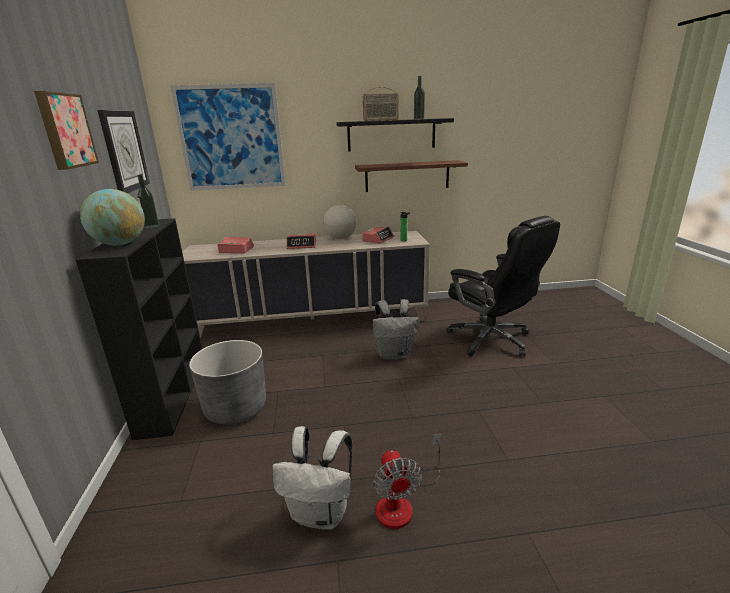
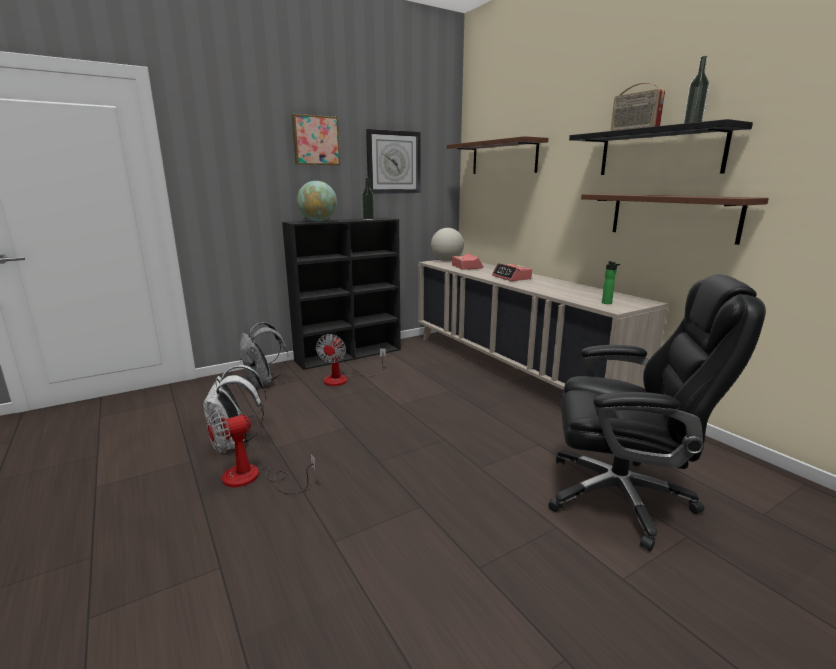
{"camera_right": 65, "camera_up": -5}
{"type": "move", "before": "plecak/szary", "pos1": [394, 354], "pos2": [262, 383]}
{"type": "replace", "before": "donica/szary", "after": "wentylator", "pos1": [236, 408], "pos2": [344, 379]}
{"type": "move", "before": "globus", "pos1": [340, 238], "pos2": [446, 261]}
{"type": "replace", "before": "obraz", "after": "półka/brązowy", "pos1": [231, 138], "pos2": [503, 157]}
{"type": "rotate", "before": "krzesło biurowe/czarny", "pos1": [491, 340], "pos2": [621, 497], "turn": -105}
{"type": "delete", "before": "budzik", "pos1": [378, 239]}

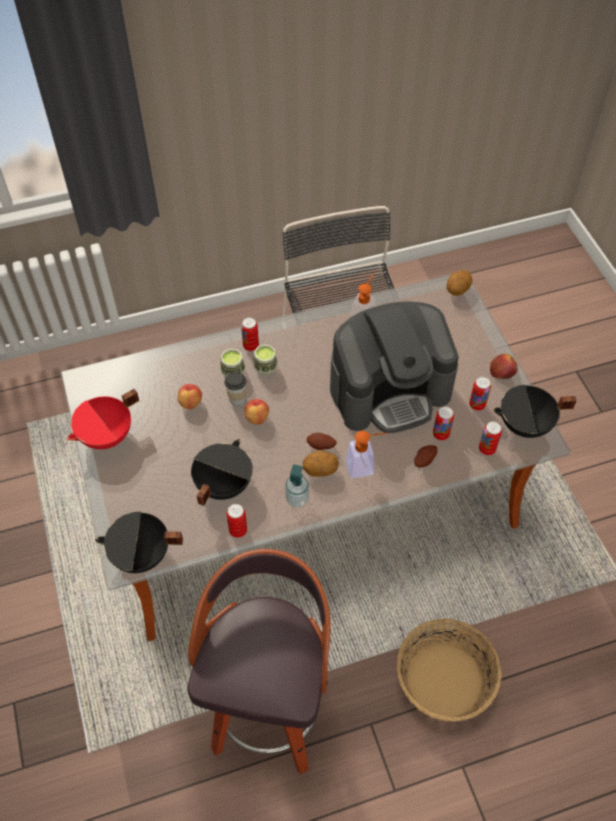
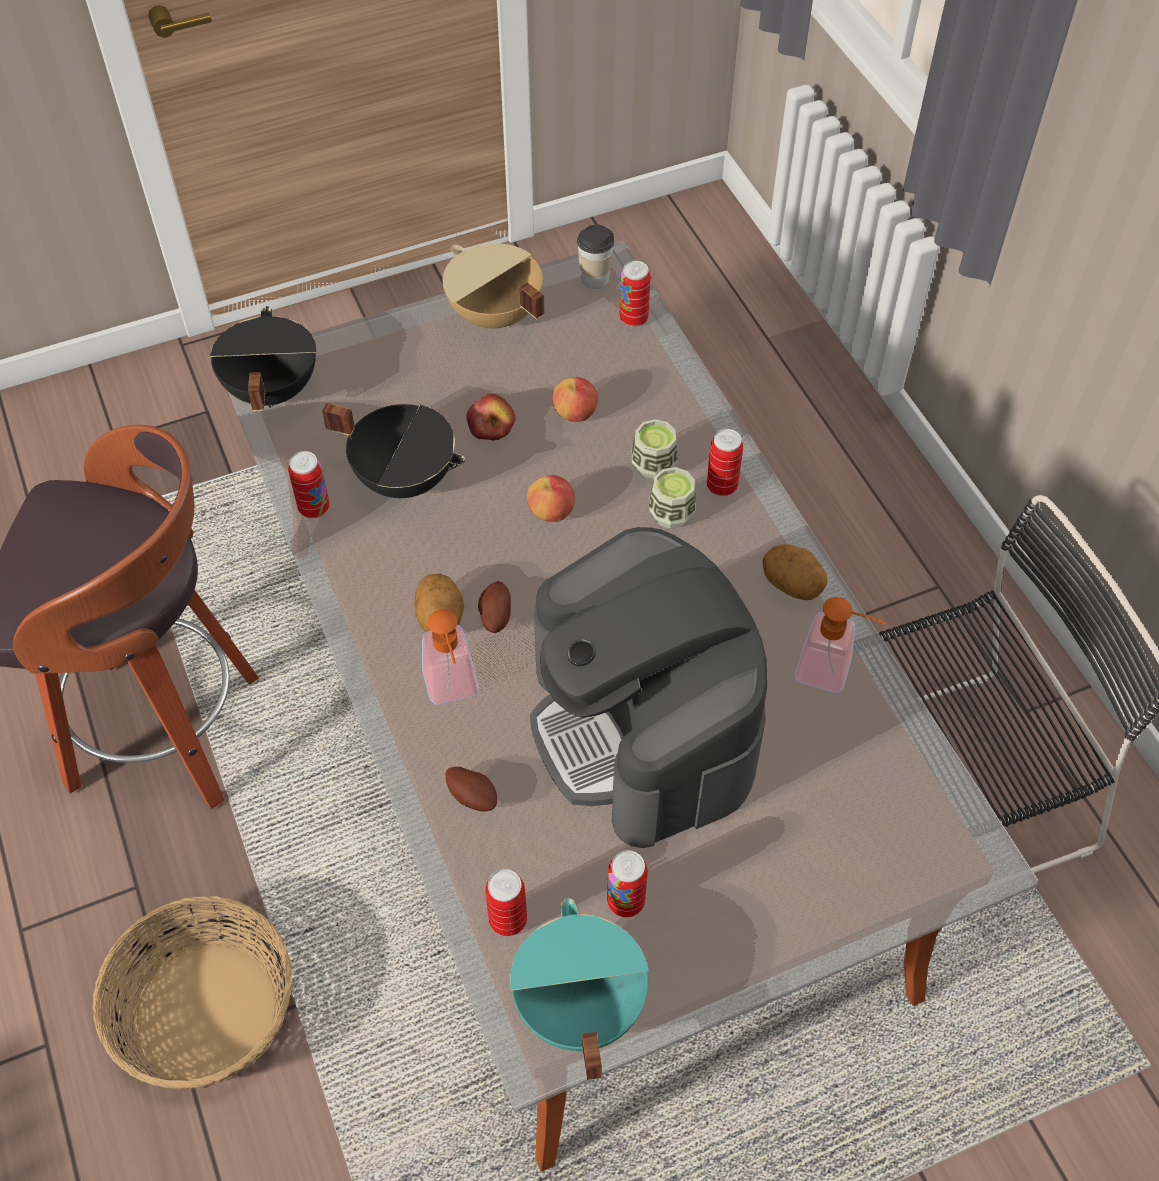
{"camera_right": 85, "camera_up": 0}
{"type": "recolor", "before": "garnek/czerwony", "after": "garnek/beżowy", "pos1": [107, 437], "pos2": [494, 316]}
{"type": "move", "before": "jabłko", "pos1": [502, 370], "pos2": [491, 426]}
{"type": "recolor", "before": "garnek/czarny", "after": "garnek/turkusowy", "pos1": [525, 426], "pos2": [577, 1005]}
{"type": "move", "before": "filiżanka", "pos1": [237, 399], "pos2": [595, 279]}
{"type": "move", "before": "puszka", "pos1": [441, 434], "pos2": [633, 318]}
{"type": "move", "before": "ziemniak", "pos1": [457, 290], "pos2": [792, 585]}
{"type": "delete", "before": "dozownik mydła", "pos1": [297, 499]}

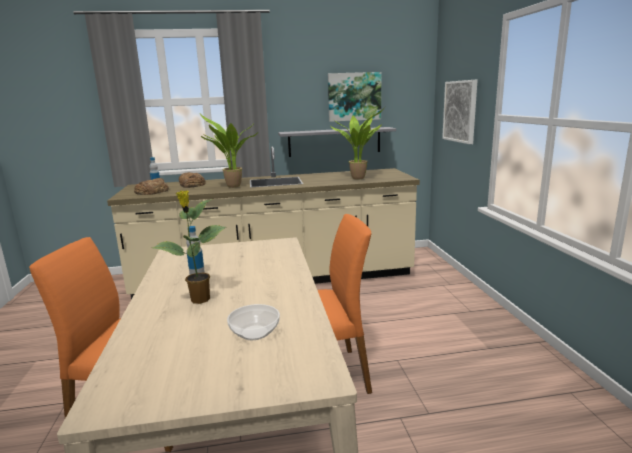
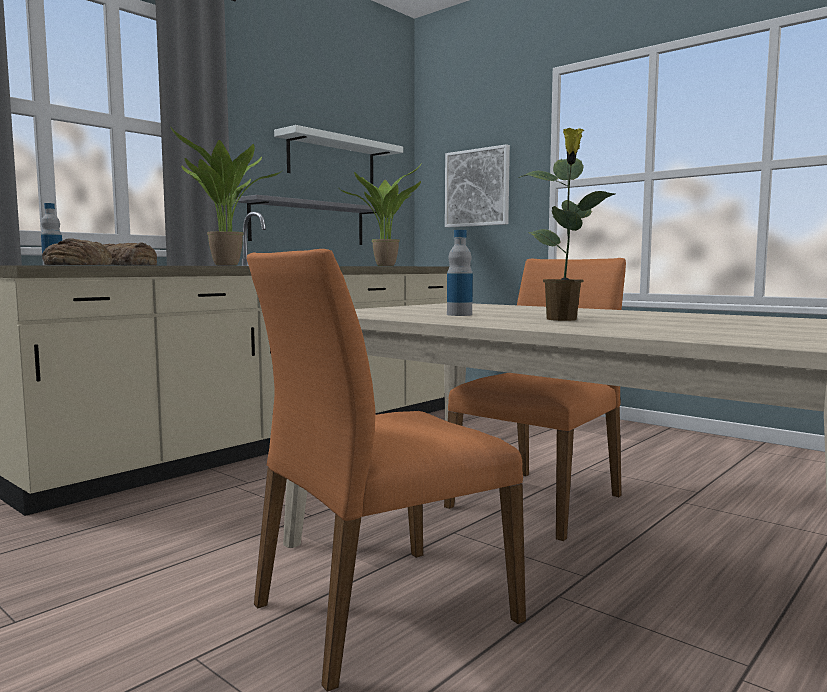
{"camera_right": -40, "camera_up": -10}
{"type": "replace", "before": "obraz", "after": "półka/biały", "pos1": [354, 96], "pos2": [332, 159]}
{"type": "delete", "before": "miska", "pos1": [255, 332]}

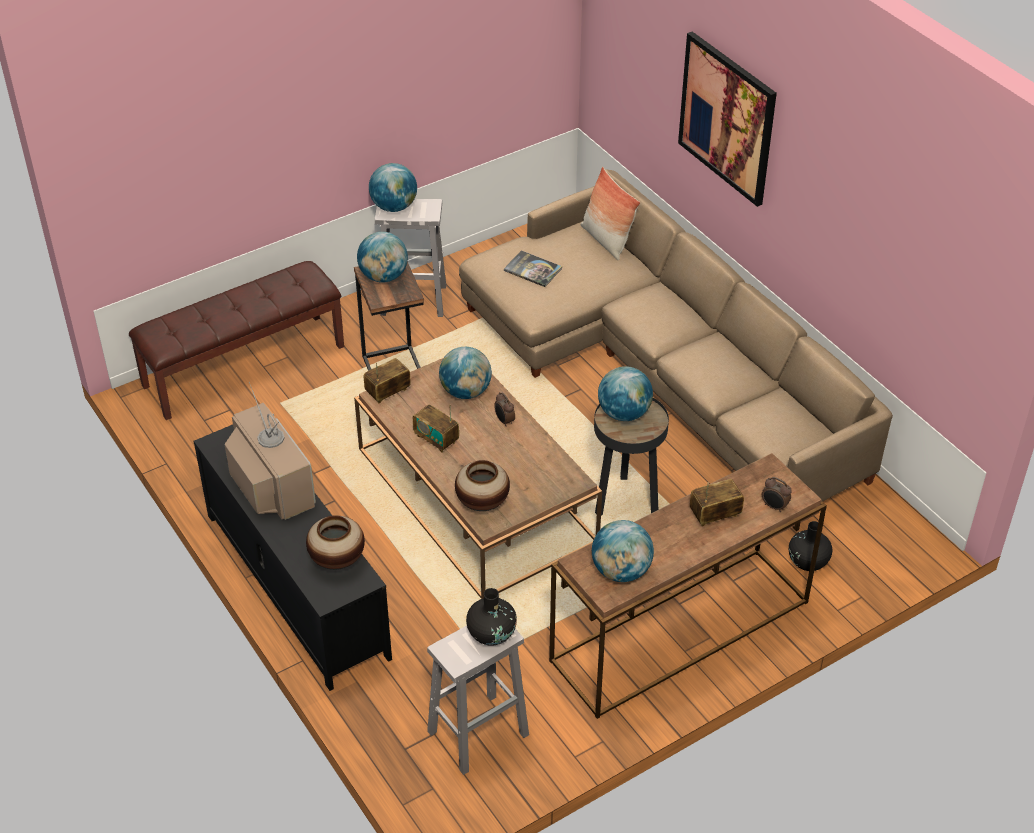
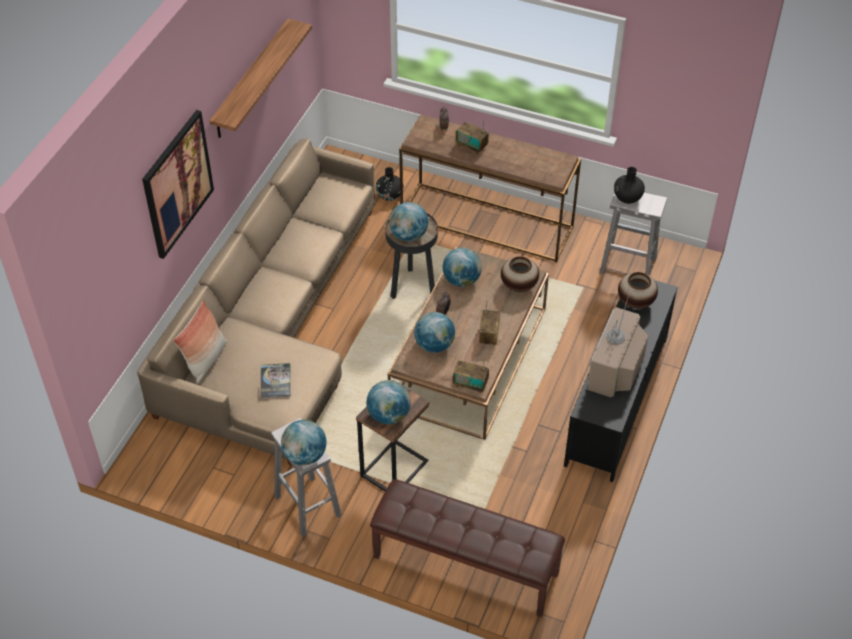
{"camera_right": -125, "camera_up": 5}
{"type": "insert", "after": "półka", "pos2": [251, 80]}
{"type": "move", "before": "globus", "pos1": [621, 571], "pos2": [461, 280]}

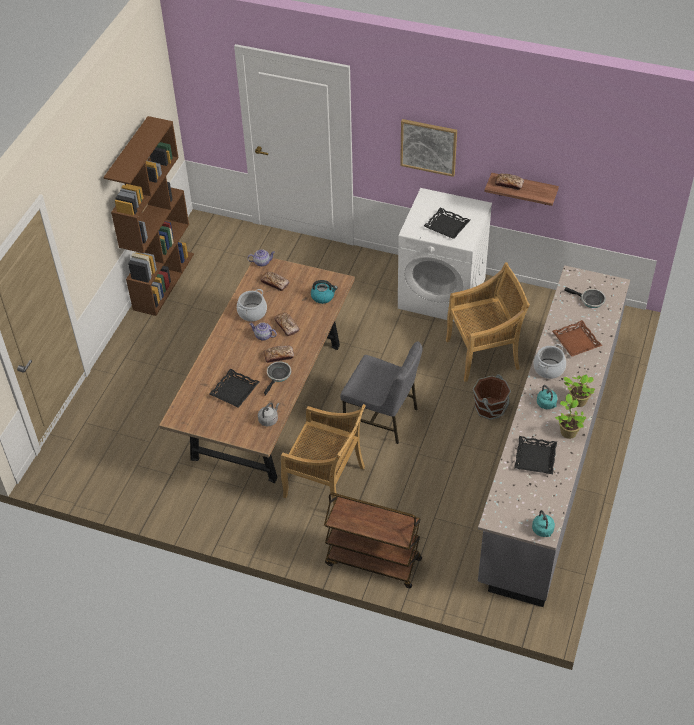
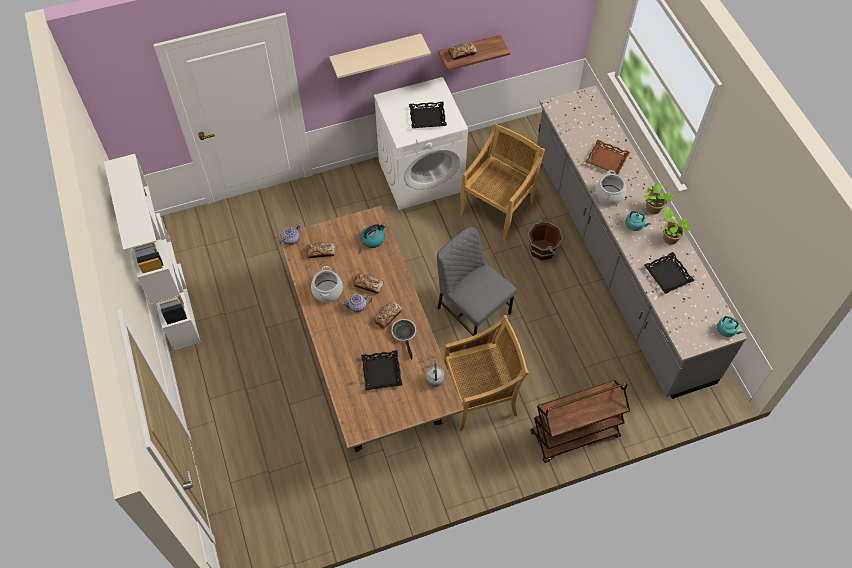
{"camera_right": -40, "camera_up": 10}
{"type": "recolor", "before": "regał/brązowy", "after": "regał/biały", "pos1": [163, 281], "pos2": [176, 305]}
{"type": "replace", "before": "obraz", "after": "półka/beżowy", "pos1": [428, 147], "pos2": [376, 54]}
{"type": "rotate", "before": "krzesło/szary", "pos1": [382, 417], "pos2": [472, 311], "turn": -120}
{"type": "delete", "before": "patelnia", "pos1": [590, 300]}

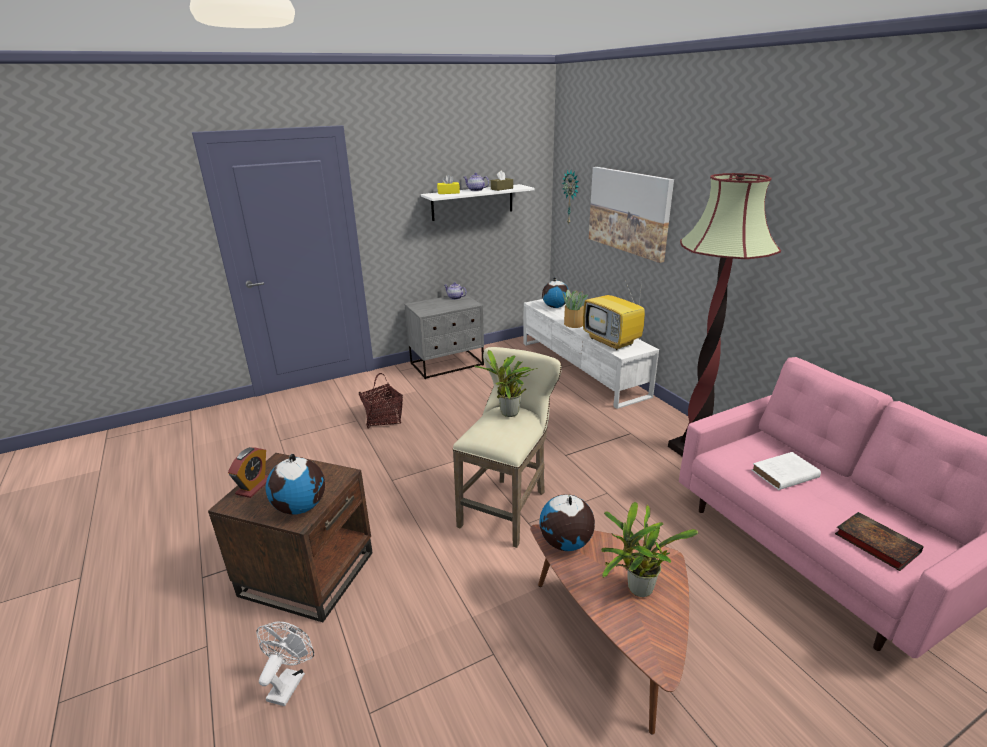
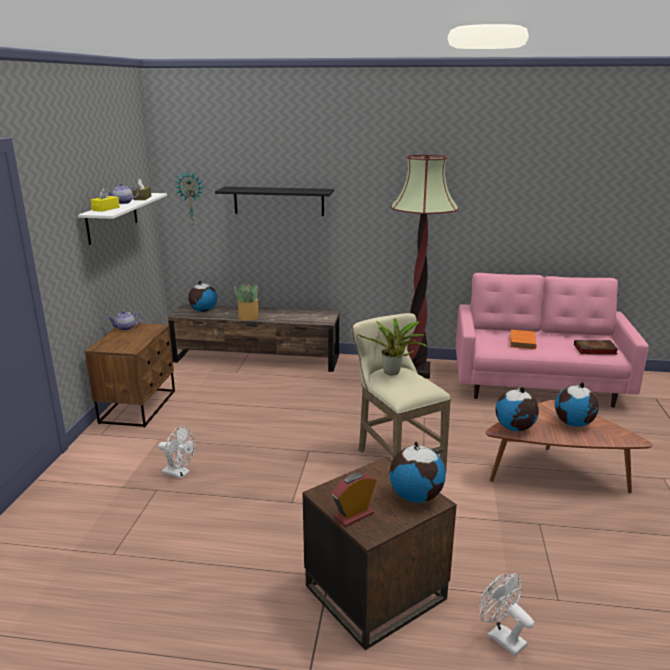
{"camera_right": -55, "camera_up": -5}
{"type": "recolor", "before": "szafka nocna/szary", "after": "szafka nocna/brązowy", "pos1": [447, 364], "pos2": [139, 407]}
{"type": "replace", "before": "koszyk", "after": "wentylator/biały", "pos1": [383, 418], "pos2": [179, 473]}
{"type": "recolor", "before": "szafka pod telewizor/biały", "after": "szafka pod telewizor/brązowy", "pos1": [582, 368], "pos2": [257, 358]}
{"type": "replace", "before": "obraz", "after": "półka/czarny", "pos1": [629, 211], "pos2": [278, 201]}
{"type": "rotate", "before": "budzik", "pos1": [254, 486], "pos2": [354, 515], "turn": -90}
{"type": "recolor", "before": "książka/biały", "after": "książka/pomarańczowy", "pos1": [783, 474], "pos2": [522, 342]}
{"type": "replace", "before": "roślina doniczkowa", "after": "globus", "pos1": [636, 590], "pos2": [574, 424]}
{"type": "delete", "before": "telewizor", "pos1": [612, 342]}

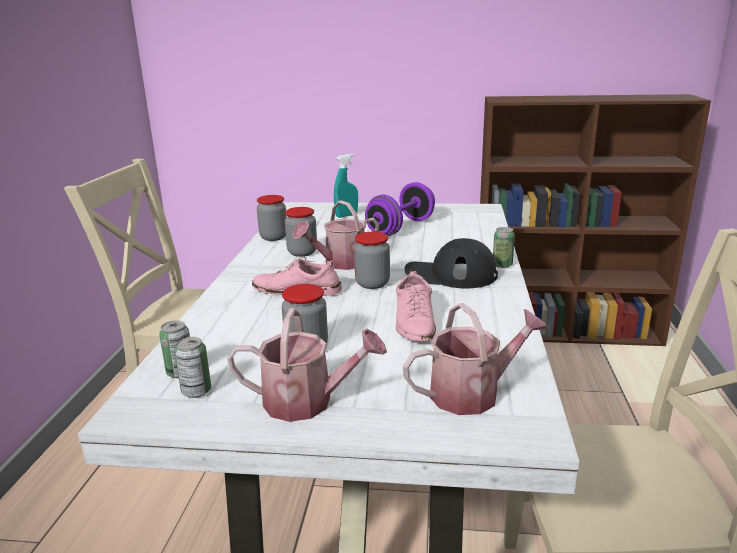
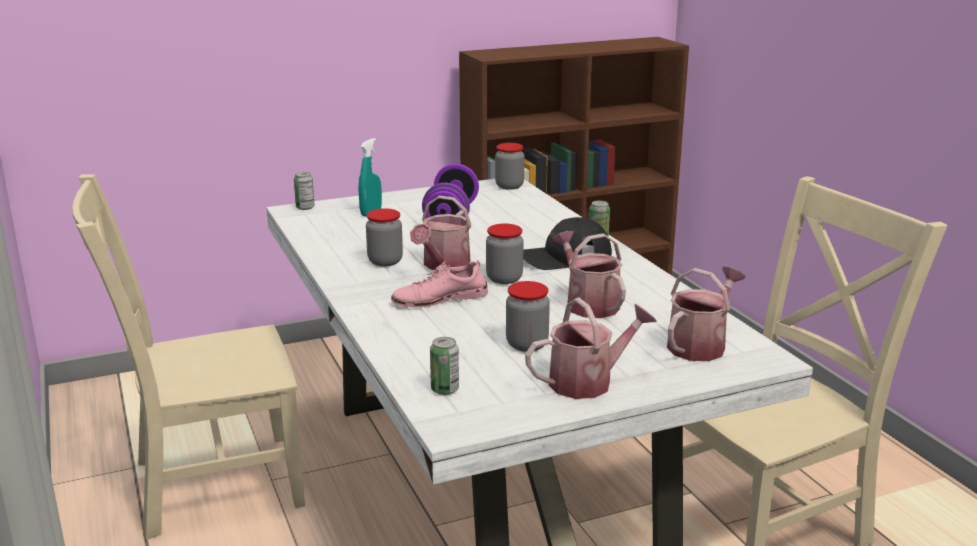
{"camera_right": -30, "camera_up": 0}
{"type": "move", "before": "puszka", "pos1": [196, 391], "pos2": [305, 207]}
{"type": "move", "before": "słoik", "pos1": [273, 237], "pos2": [509, 186]}
{"type": "replace", "before": "but/różowy", "after": "konewka", "pos1": [415, 322], "pos2": [588, 304]}

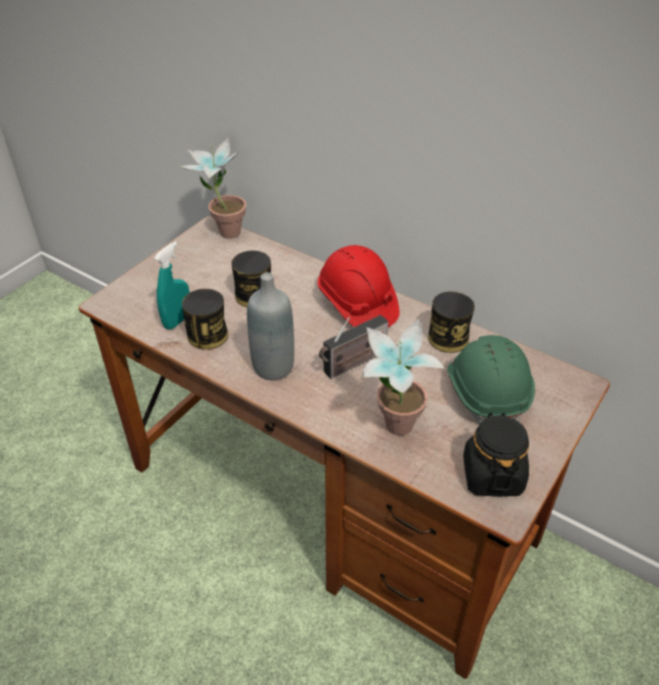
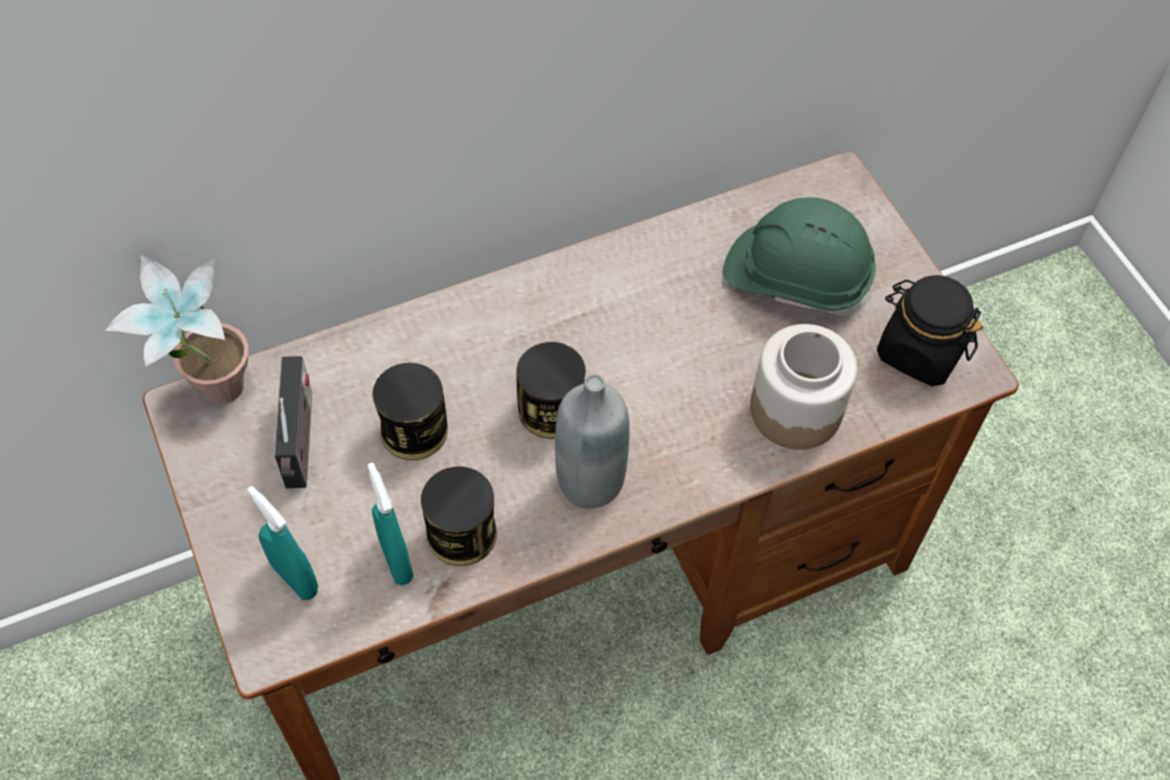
{"camera_right": -60, "camera_up": 15}
{"type": "insert", "after": "spryskiwacz/turkusowy", "pos2": [295, 578]}
{"type": "move", "before": "radio", "pos1": [353, 363], "pos2": [300, 444]}
{"type": "move", "before": "puszka", "pos1": [448, 338], "pos2": [550, 409]}
{"type": "replace", "before": "roślina doniczkowa", "after": "słoik", "pos1": [393, 432], "pos2": [796, 409]}
{"type": "delete", "before": "kask/czerwony", "pos1": [357, 305]}

